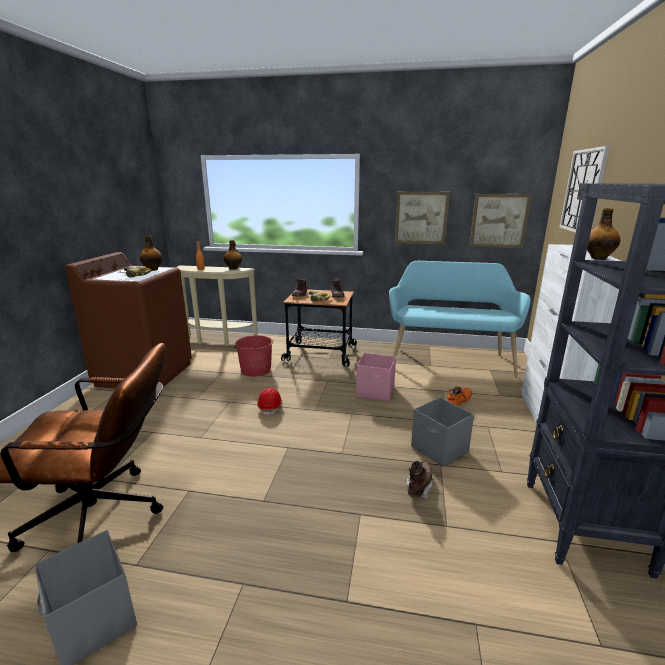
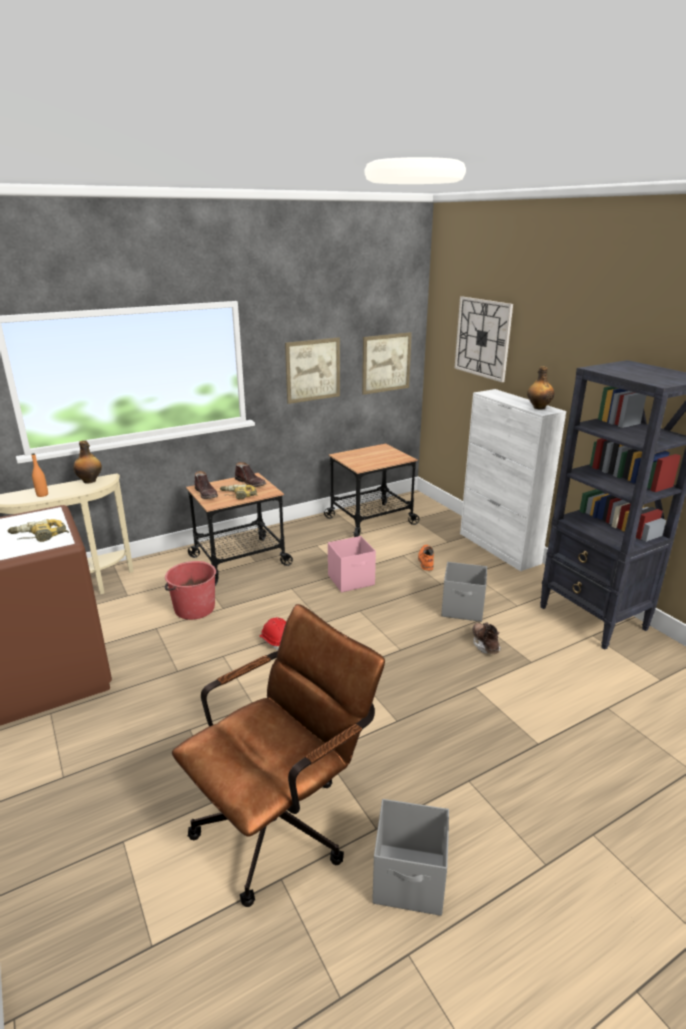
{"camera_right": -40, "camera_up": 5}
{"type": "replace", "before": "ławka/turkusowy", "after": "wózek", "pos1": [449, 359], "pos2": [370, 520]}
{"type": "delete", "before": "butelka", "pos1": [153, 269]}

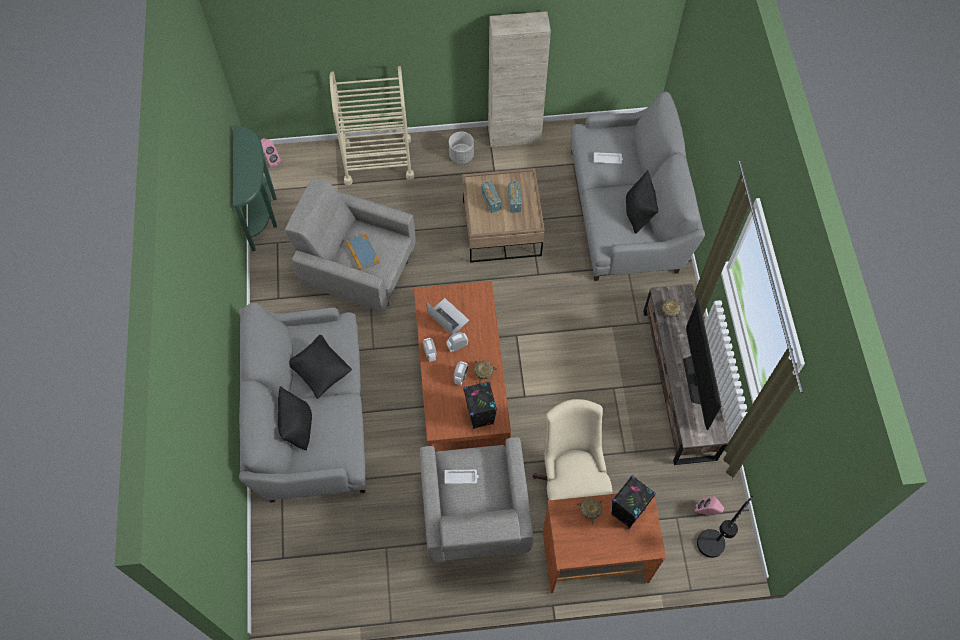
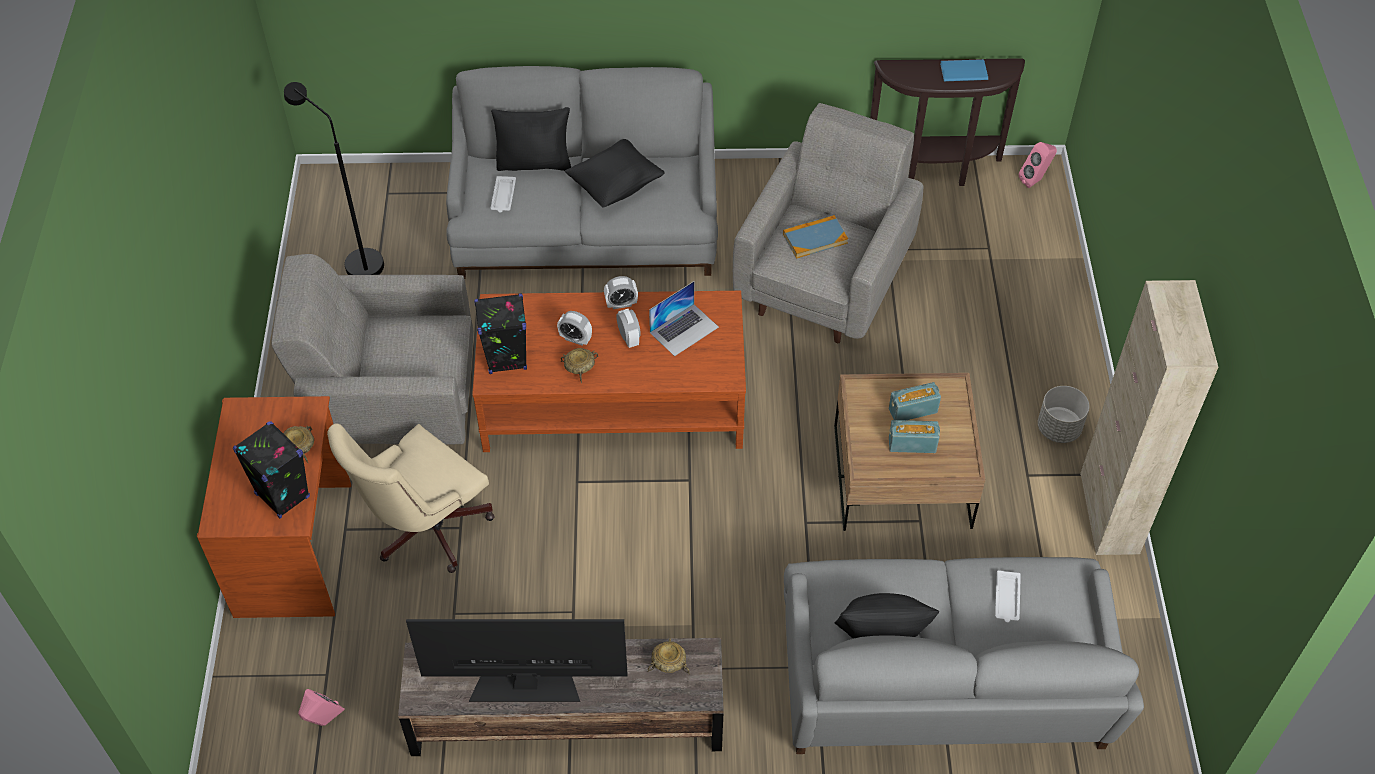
{"camera_right": 95, "camera_up": -10}
{"type": "move", "before": "lampa stojąca/czarny", "pos1": [707, 551], "pos2": [356, 261]}
{"type": "rotate", "before": "krzesło biurowe/beżowy", "pos1": [570, 480], "pos2": [423, 530], "turn": 135}
{"type": "move", "before": "taca/biały", "pos1": [461, 477], "pos2": [503, 197]}
{"type": "recolor", "before": "stolik konsolowy/zielony", "after": "stolik konsolowy/brązowy", "pos1": [263, 212], "pos2": [935, 171]}
{"type": "insert", "after": "książka/niebieski", "pos2": [962, 71]}
{"type": "delete", "before": "wózek/beżowy", "pos1": [378, 160]}

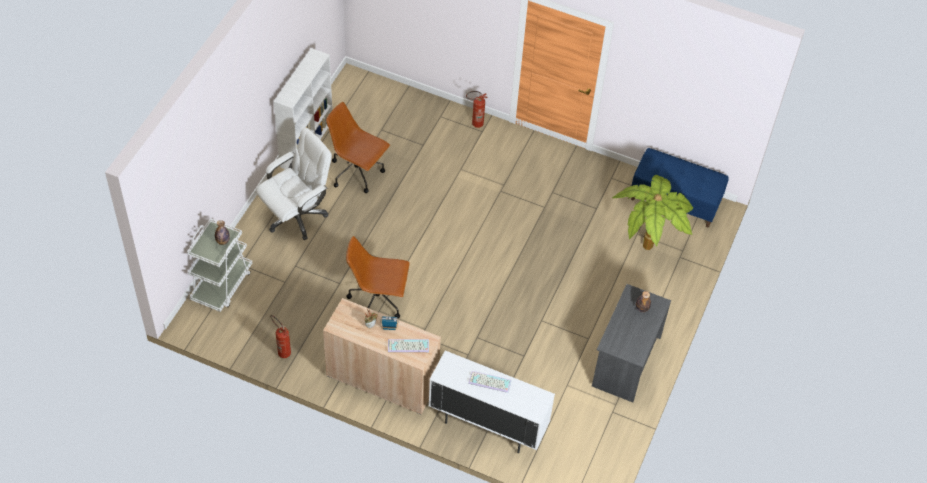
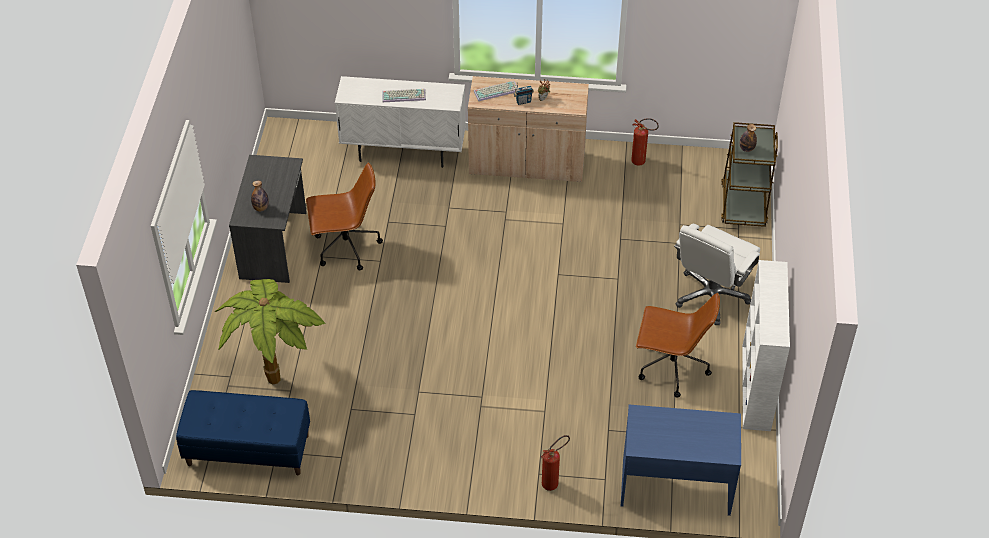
{"camera_right": 165, "camera_up": -5}
{"type": "move", "before": "krzesło biurowe/brązowy", "pos1": [378, 300], "pos2": [345, 247]}
{"type": "insert", "after": "biurko/niebieski", "pos2": [675, 485]}
{"type": "recolor", "before": "wózek/biały", "after": "wózek/brązowy", "pos1": [222, 285], "pos2": [743, 204]}

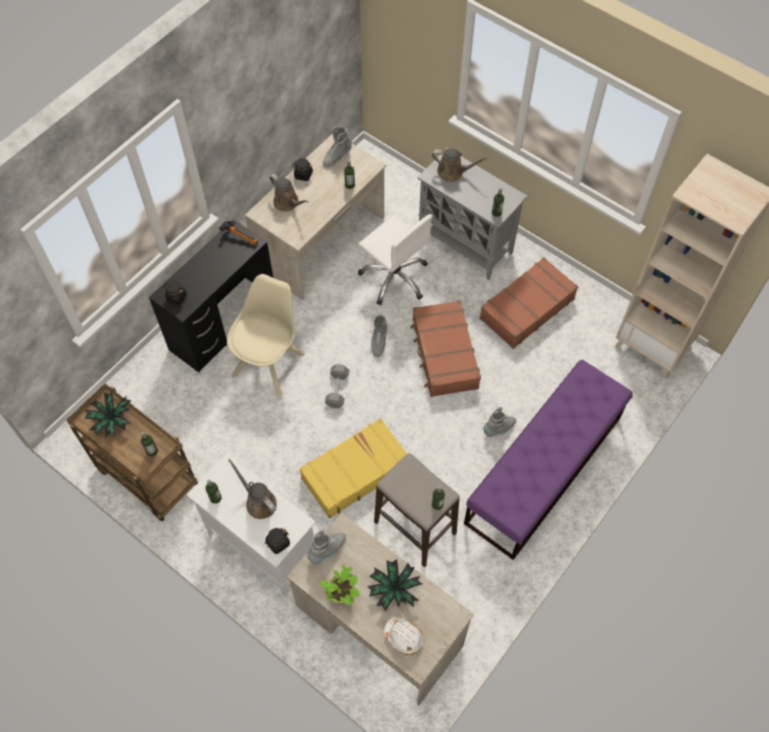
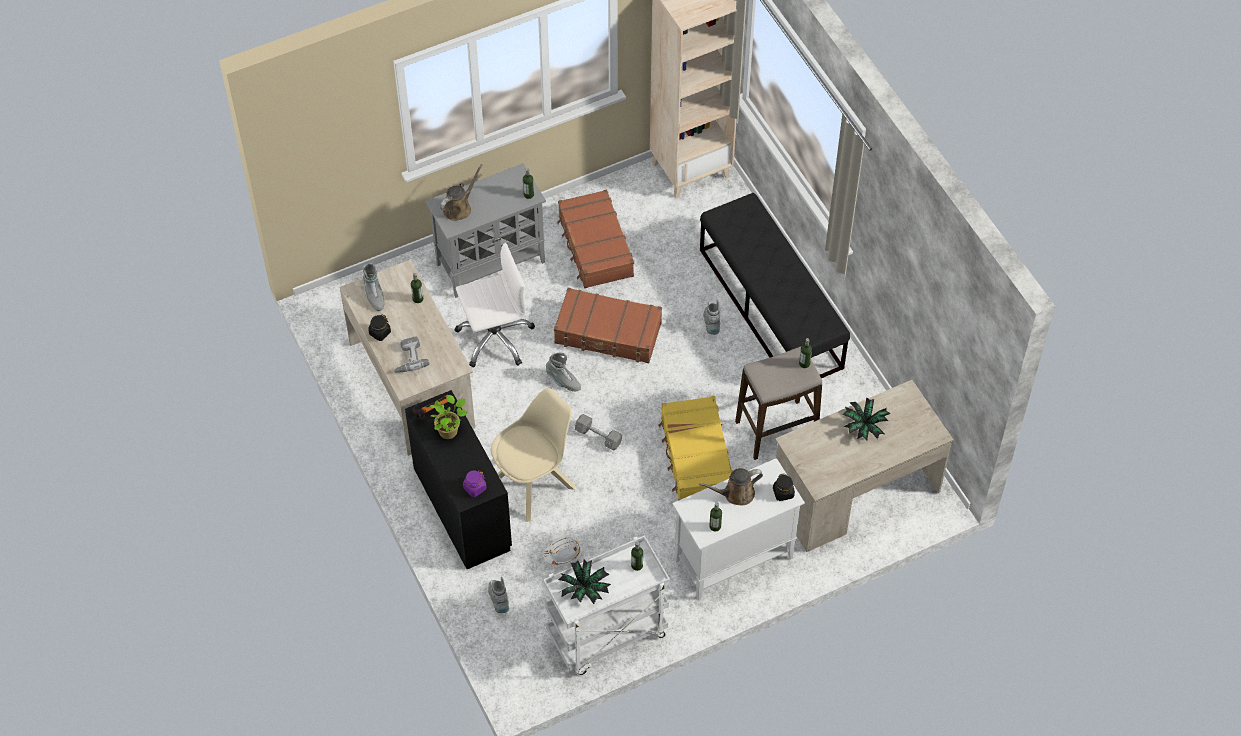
{"camera_right": -65, "camera_up": -5}
{"type": "replace", "before": "konewka/brązowy", "after": "wiertarka", "pos1": [288, 203], "pos2": [408, 358]}
{"type": "move", "before": "roślina doniczkowa", "pos1": [342, 595], "pos2": [449, 431]}
{"type": "recolor", "before": "słoik/czarny", "after": "słoik/fioletowy", "pos1": [176, 297], "pos2": [474, 488]}
{"type": "move", "before": "but z cholewką/szary", "pos1": [328, 550], "pos2": [499, 599]}
{"type": "rotate", "before": "krzesło/beżowy", "pos1": [269, 363], "pos2": [534, 483], "turn": 90}
{"type": "recolor", "before": "wózek/brązowy", "after": "wózek/biały", "pos1": [146, 476], "pos2": [607, 636]}
{"type": "move", "before": "kask/biały", "pos1": [404, 637], "pos2": [562, 553]}
{"type": "recolor", "before": "ławka/fioletowy", "after": "ławka/czarny", "pos1": [543, 470], "pos2": [770, 309]}

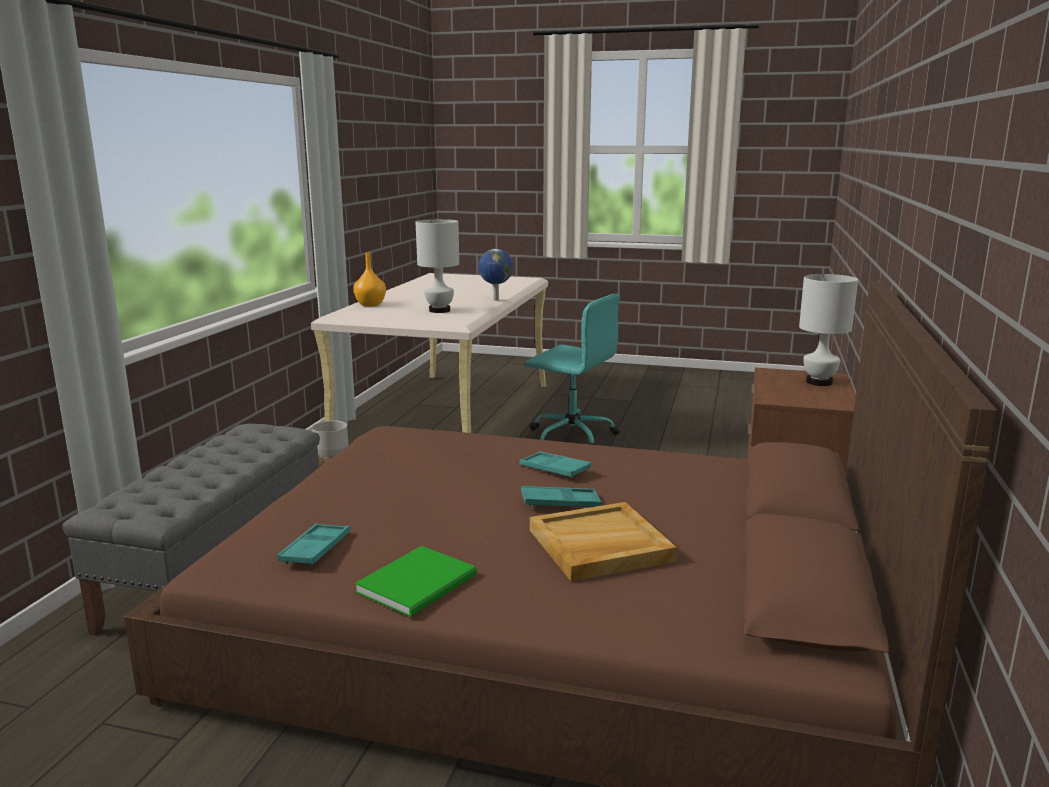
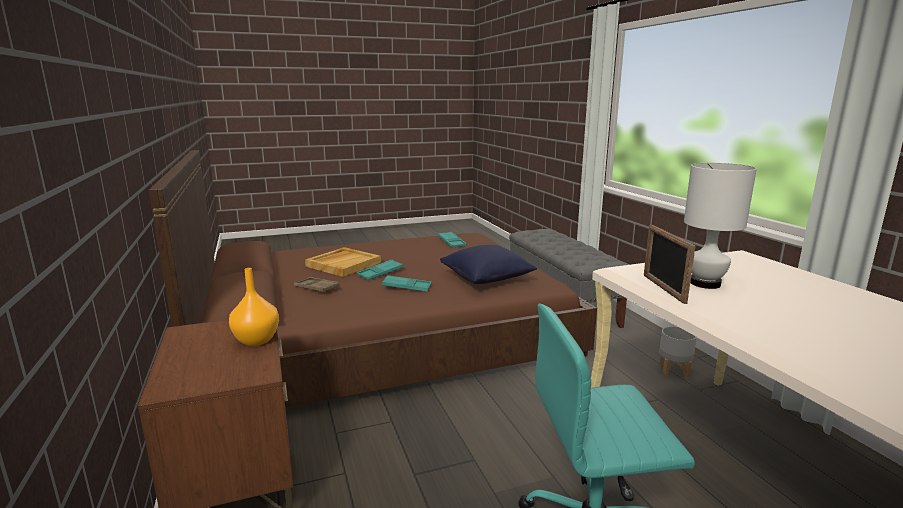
{"camera_right": 145, "camera_up": 0}
{"type": "move", "before": "wazon/pomarańczowy", "pos1": [371, 304], "pos2": [256, 340]}
{"type": "insert", "after": "taca/brązowy", "pos2": [316, 288]}
{"type": "insert", "after": "poduszka/niebieski", "pos2": [487, 279]}
{"type": "insert", "after": "ramka na zdjęcie", "pos2": [663, 288]}
{"type": "delete", "before": "książka/zielony", "pos1": [421, 583]}
{"type": "delete", "before": "globus", "pos1": [495, 300]}
{"type": "delete", "before": "lampa stołowa/biały", "pos1": [819, 382]}

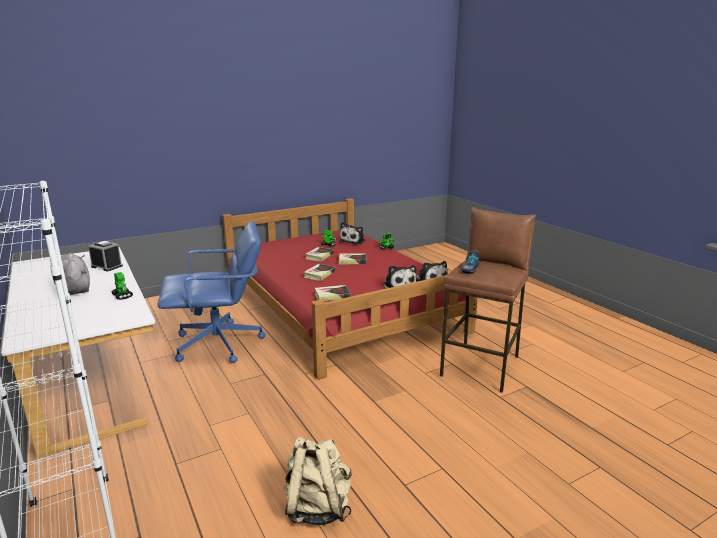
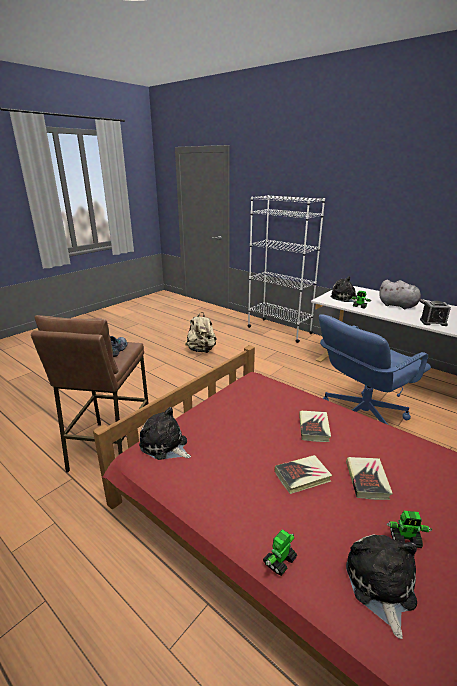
{"camera_right": 160, "camera_up": 5}
{"type": "move", "before": "pluszak", "pos1": [398, 285], "pos2": [345, 298]}
{"type": "delete", "before": "książka", "pos1": [332, 296]}

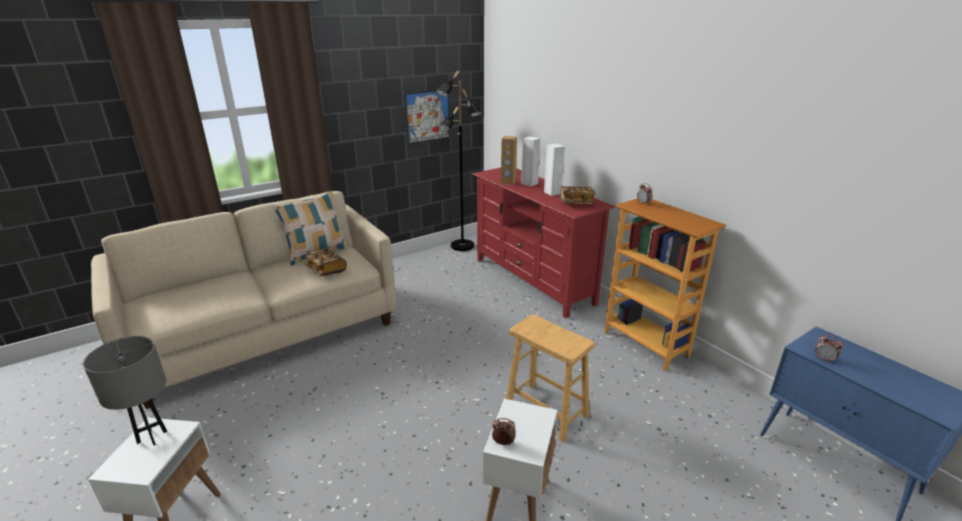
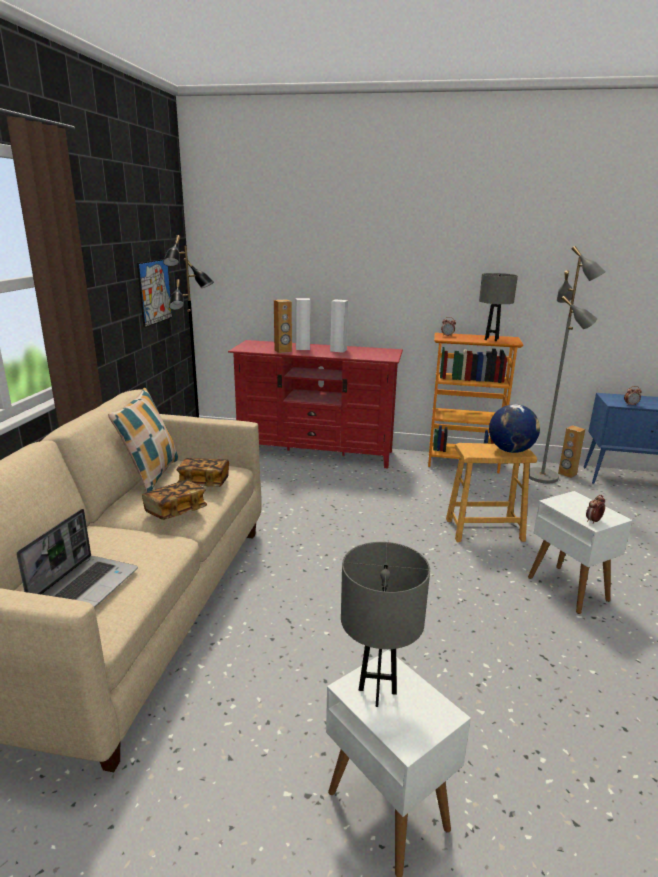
{"camera_right": -45, "camera_up": -5}
{"type": "insert", "after": "laptop", "pos2": [85, 587]}
{"type": "move", "before": "książka", "pos1": [576, 203], "pos2": [175, 511]}
{"type": "insert", "after": "lampa stołowa/szary", "pos2": [491, 339]}
{"type": "insert", "after": "globus", "pos2": [511, 450]}
{"type": "insert", "after": "lampa stojąca/szary", "pos2": [543, 476]}
{"type": "insert", "after": "głośnik/brązowy", "pos2": [567, 474]}

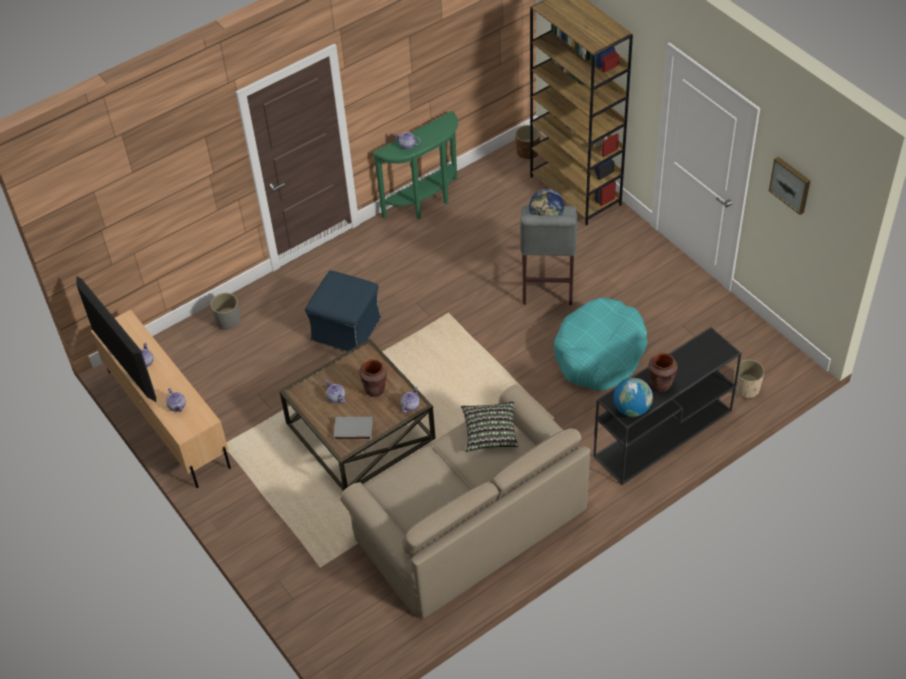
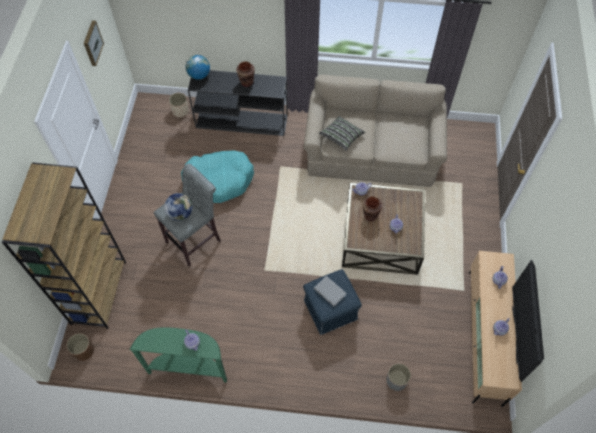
{"camera_right": -140, "camera_up": 10}
{"type": "move", "before": "globus", "pos1": [632, 409], "pos2": [199, 75]}
{"type": "move", "before": "książka/szary", "pos1": [353, 431], "pos2": [330, 291]}

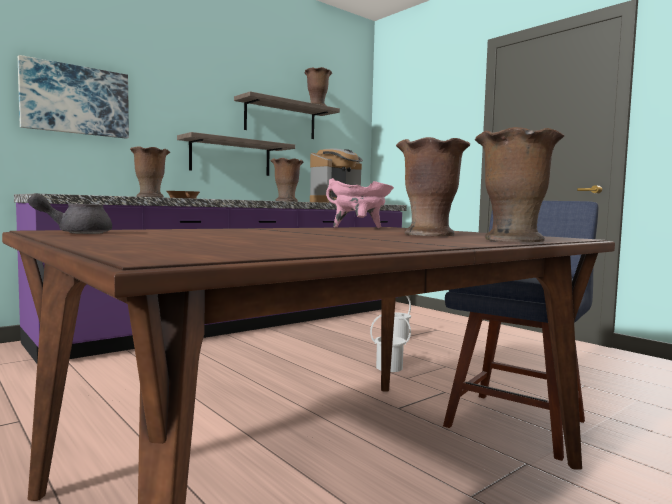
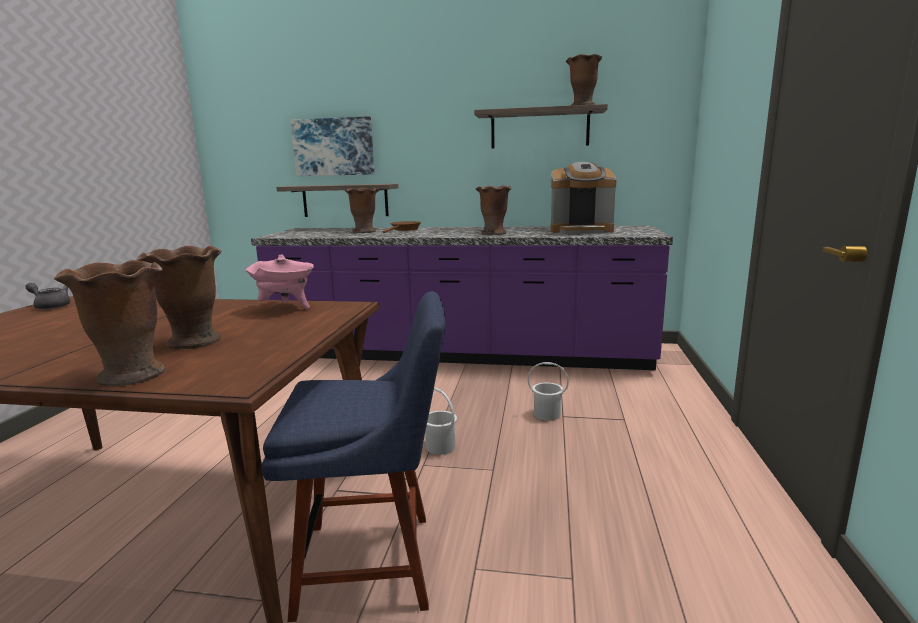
{"camera_right": 50, "camera_up": 10}
{"type": "move", "before": "półka", "pos1": [231, 157], "pos2": [345, 200]}

